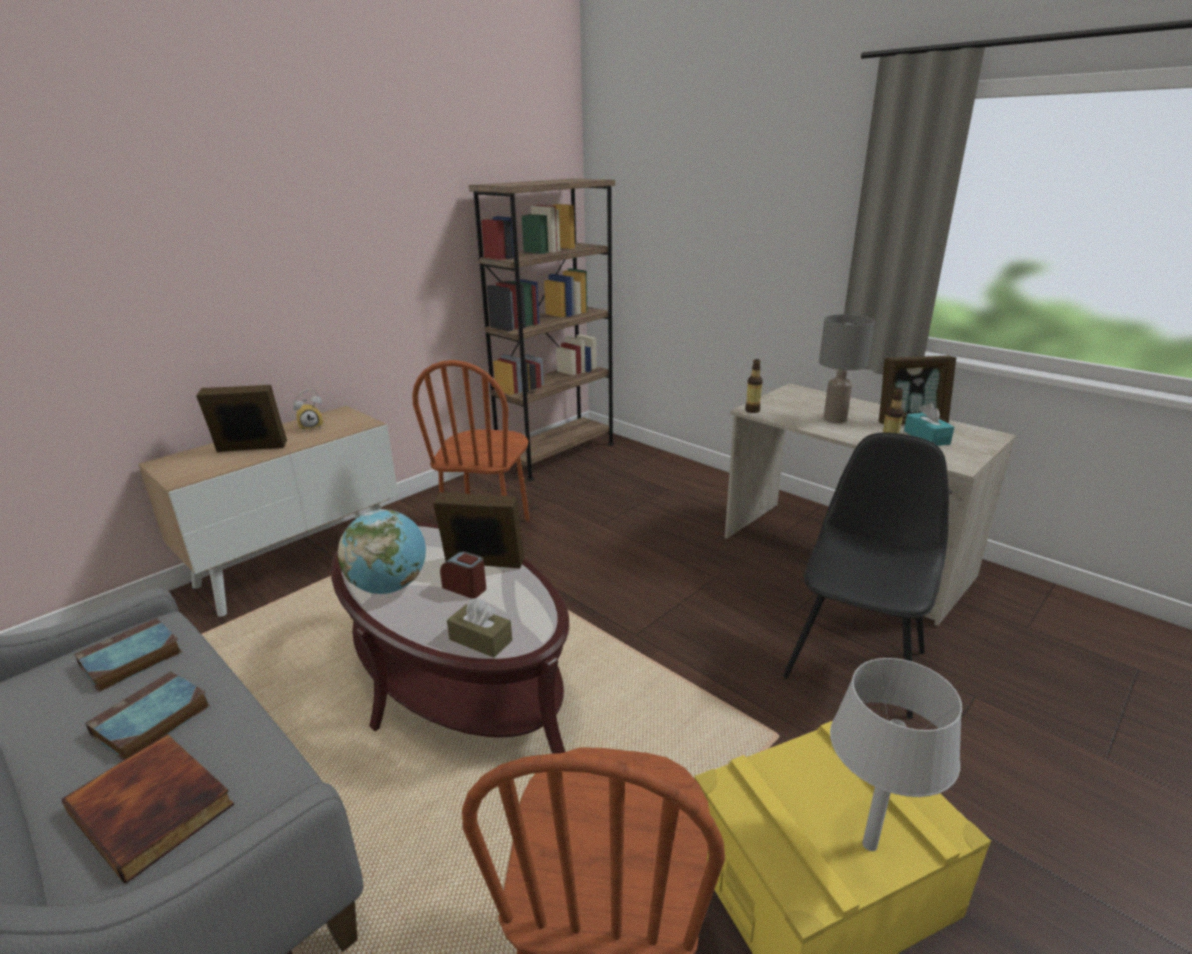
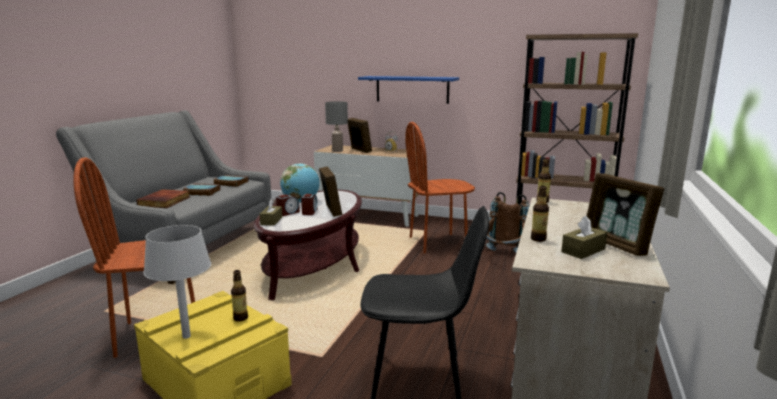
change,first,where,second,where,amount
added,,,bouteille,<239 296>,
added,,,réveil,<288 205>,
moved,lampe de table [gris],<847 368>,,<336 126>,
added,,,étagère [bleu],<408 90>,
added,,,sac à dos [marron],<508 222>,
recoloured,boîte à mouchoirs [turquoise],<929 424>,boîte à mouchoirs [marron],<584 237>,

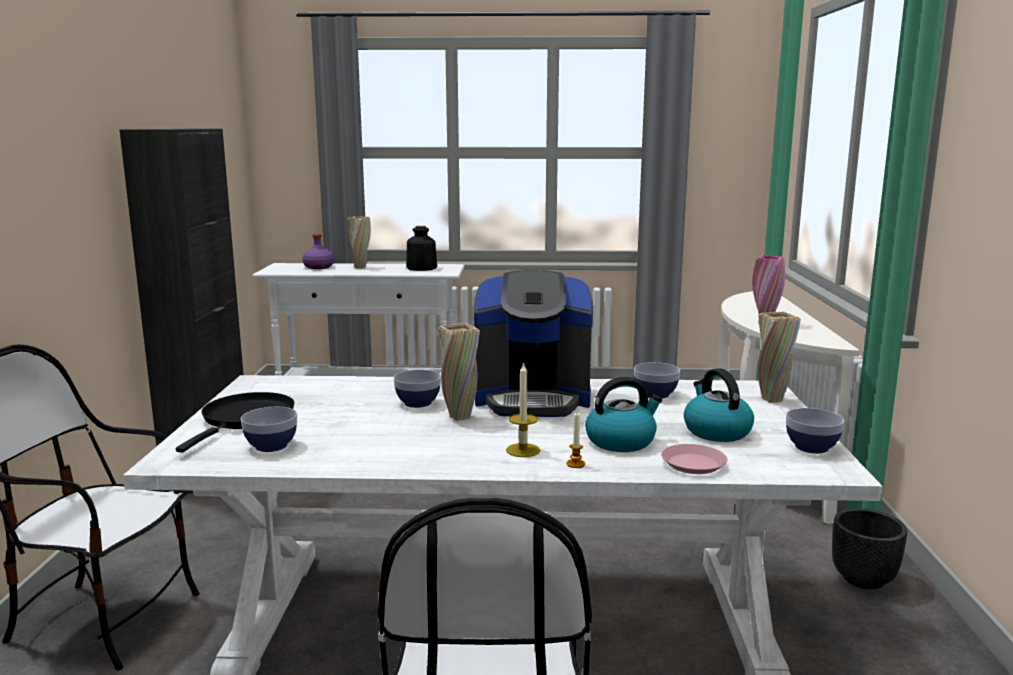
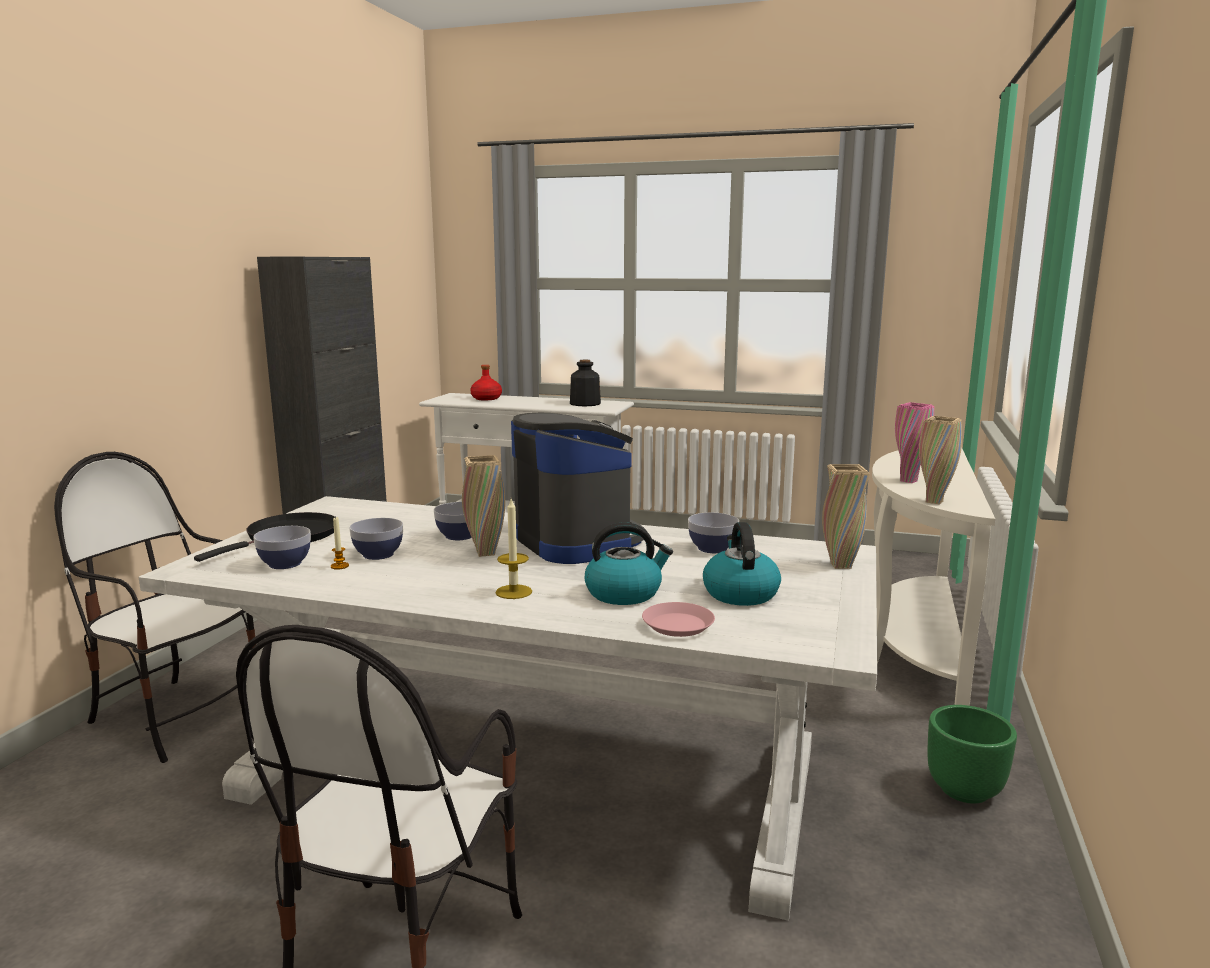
change,first,where,second,where,amount
moved,bougie,<576 440>,,<340 543>,
moved,bol,<815 431>,,<376 539>,
recoloured,bouteille [violet],<318 251>,bouteille [rouge],<486 382>,
turned,machine à café,<533 343>,,<579 488>,135 degrees counterclockwise
moved,vase [beige],<359 242>,,<940 460>,
recoloured,cache-pot [noir],<869 548>,cache-pot [vert],<972 754>,

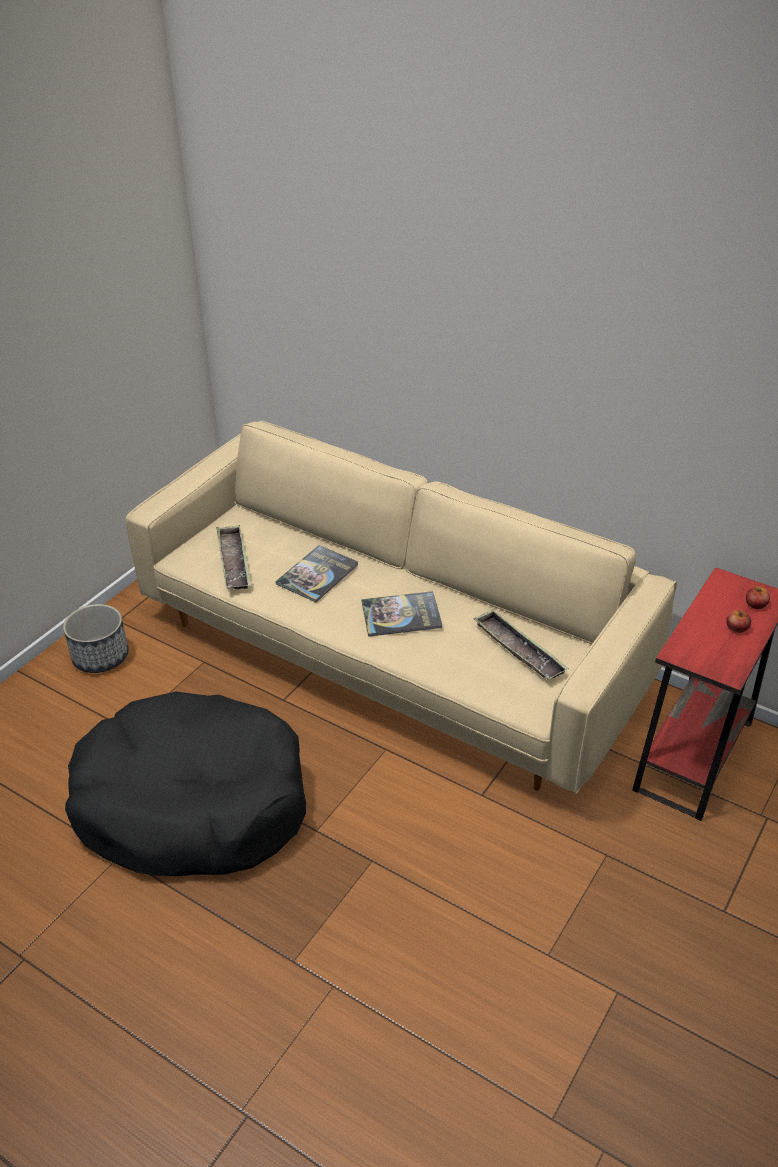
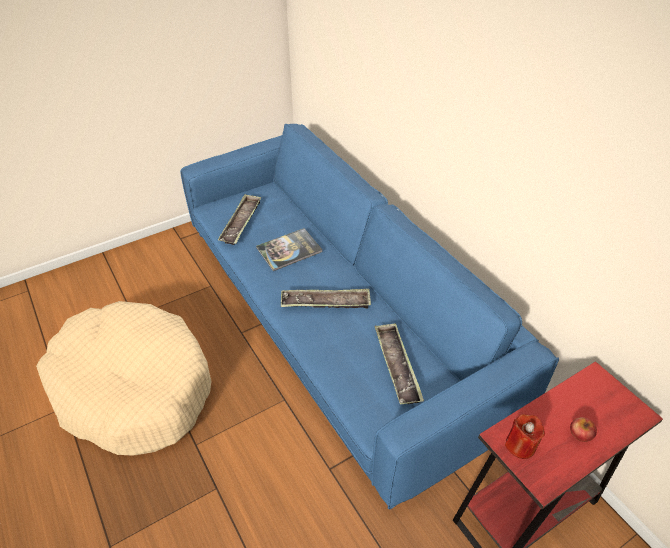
change,first,where,second,where,amount
recoloured,panier pour chien [noir],<185 784>,panier pour chien [beige],<123 378>,
recoloured,canapé [beige],<401 607>,canapé [bleu],<369 317>,
replaced,livre,<402 614>,plateau,<326 298>,
added,,,bougie [rouge],<525 436>,
removed,cache-pot,<96 638>,,,
removed,pomme,<758 597>,,,

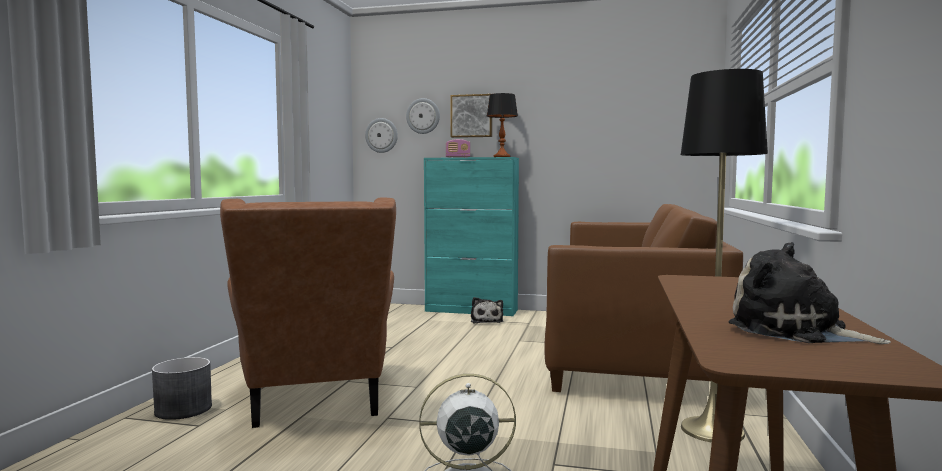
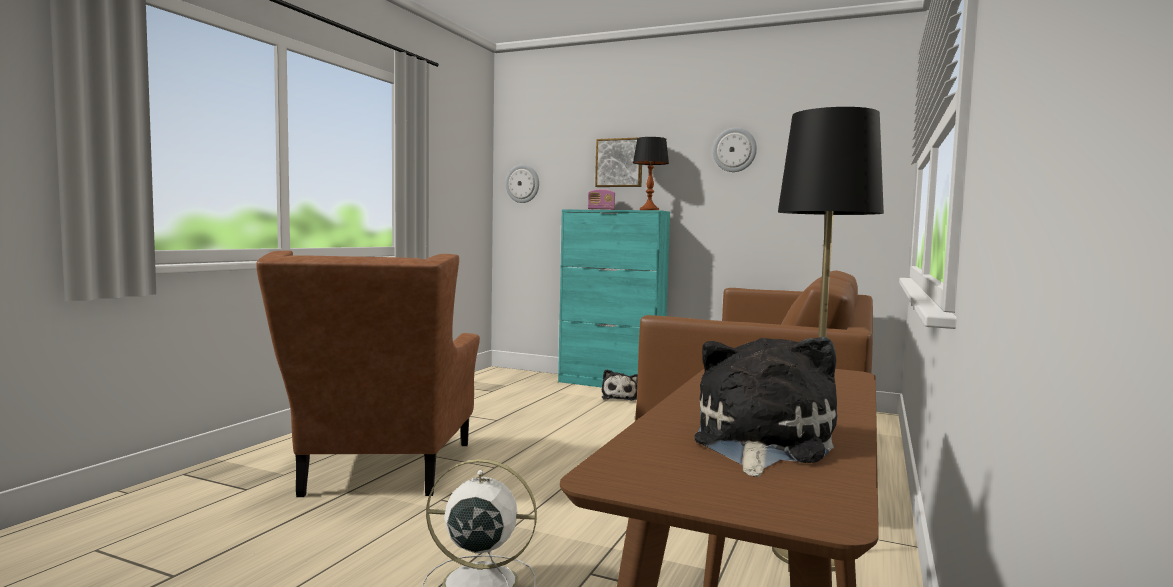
change,first,where,second,where,amount
turned,peluche,<810 293>,,<766 407>,60 degrees clockwise
moved,horloge murale,<423 116>,,<735 150>,
removed,cache-pot [gris],<182 388>,,,

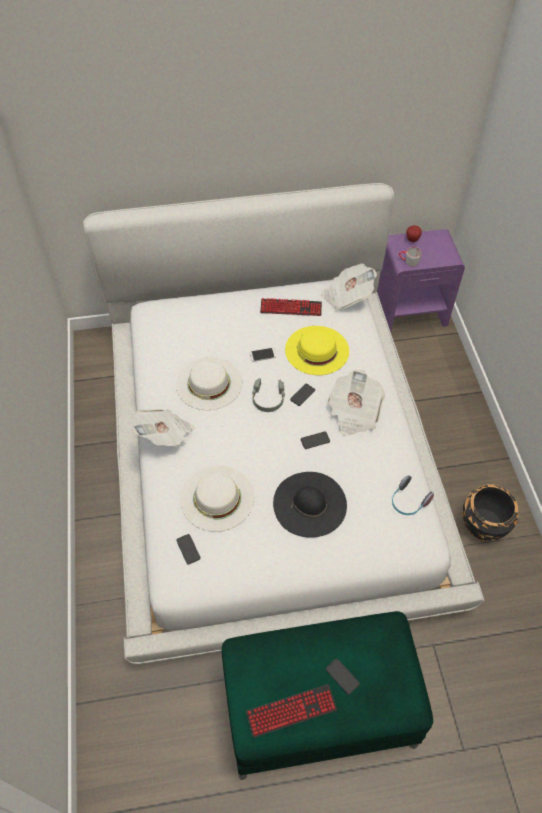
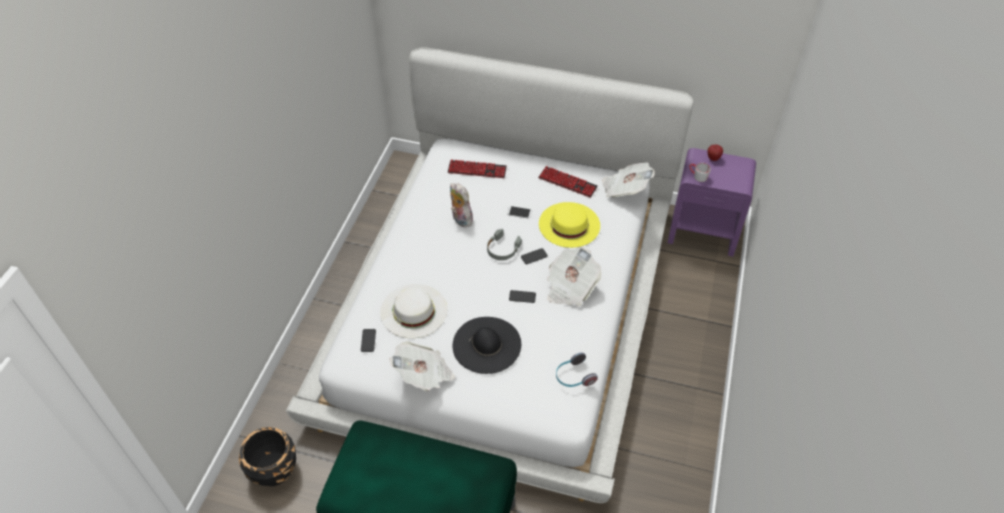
change,first,where,second,where,amount
moved,cache-pot [noir],<490 512>,,<267 456>,
moved,journal,<163 427>,,<422 366>,
moved,clavier,<291 711>,,<477 168>,
replaced,chapeau [blanc],<209 383>,peluche,<461 205>,
removed,téléphone,<342 677>,,,

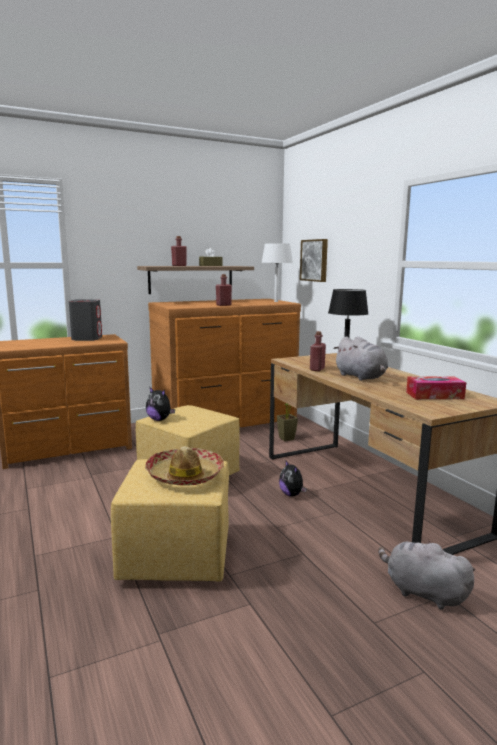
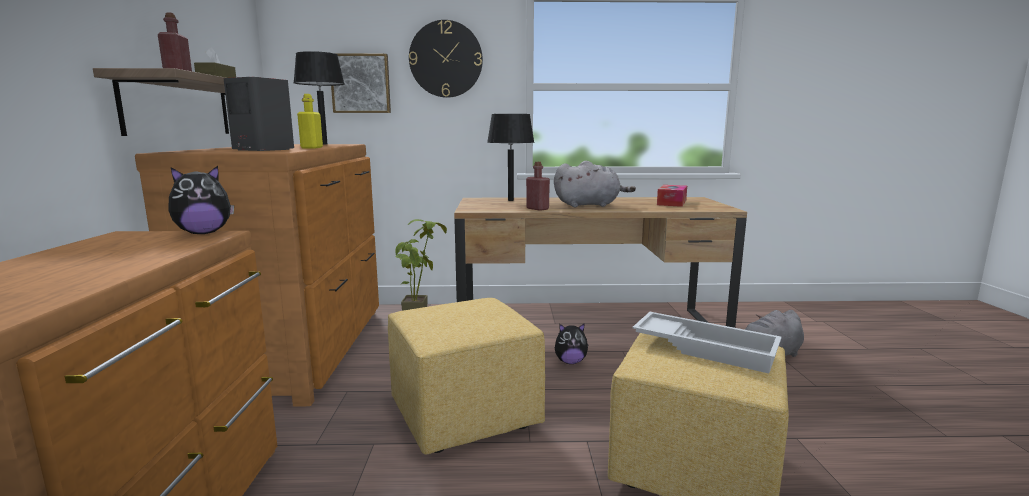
change,first,where,second,where,amount
moved,peluche,<160 404>,,<201 200>,
moved,enceinte [gris],<85 320>,,<259 114>,
recoloured,lampe de table [blanc],<277 272>,lampe de table [noir],<319 98>,
recoloured,bouteille [rouge],<224 290>,bouteille [jaune],<310 121>,
added,,,horloge murale,<446 59>,
replaced,chapeau,<184 466>,plateau [blanc],<707 342>,

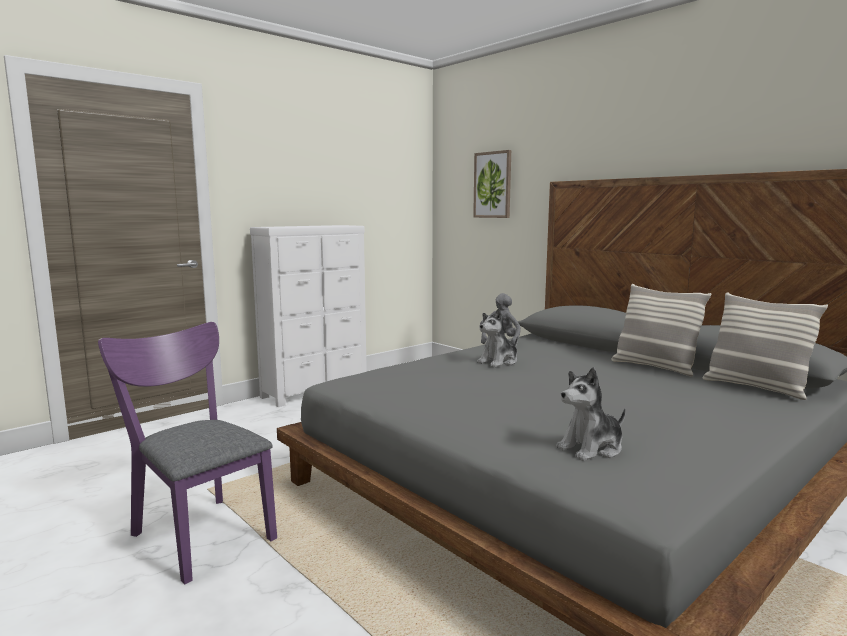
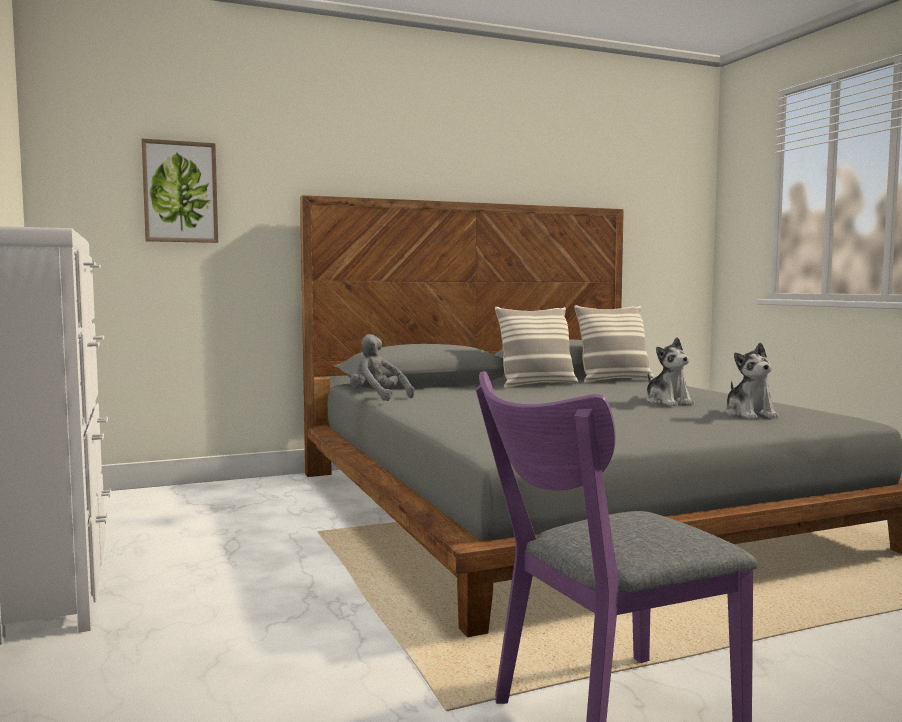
change,first,where,second,where,amount
moved,peluche,<497 337>,,<670 371>,

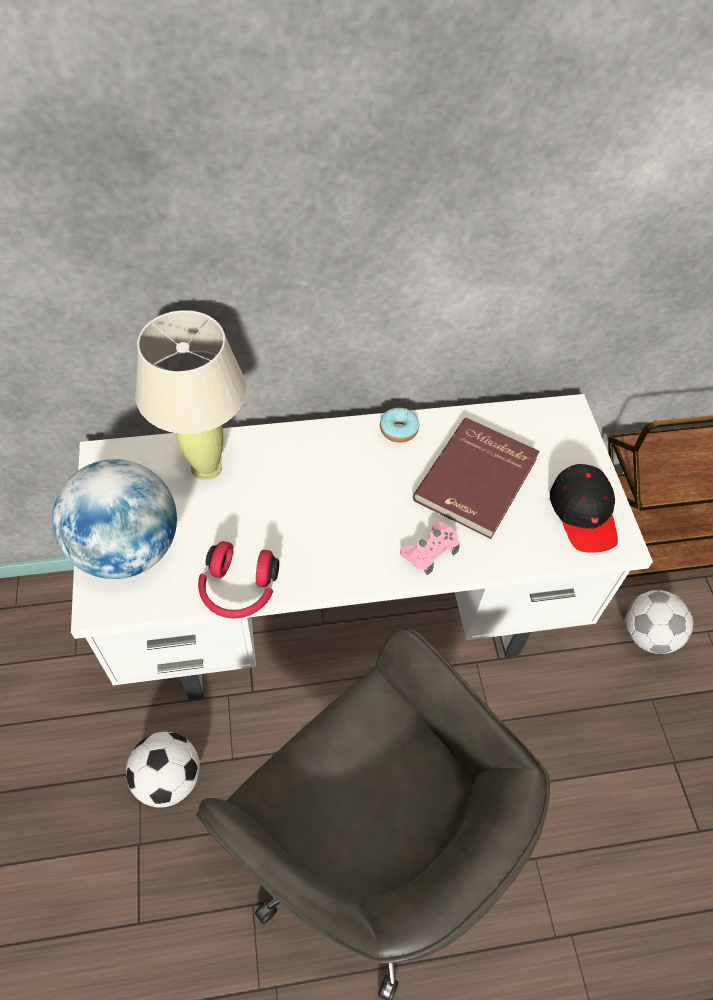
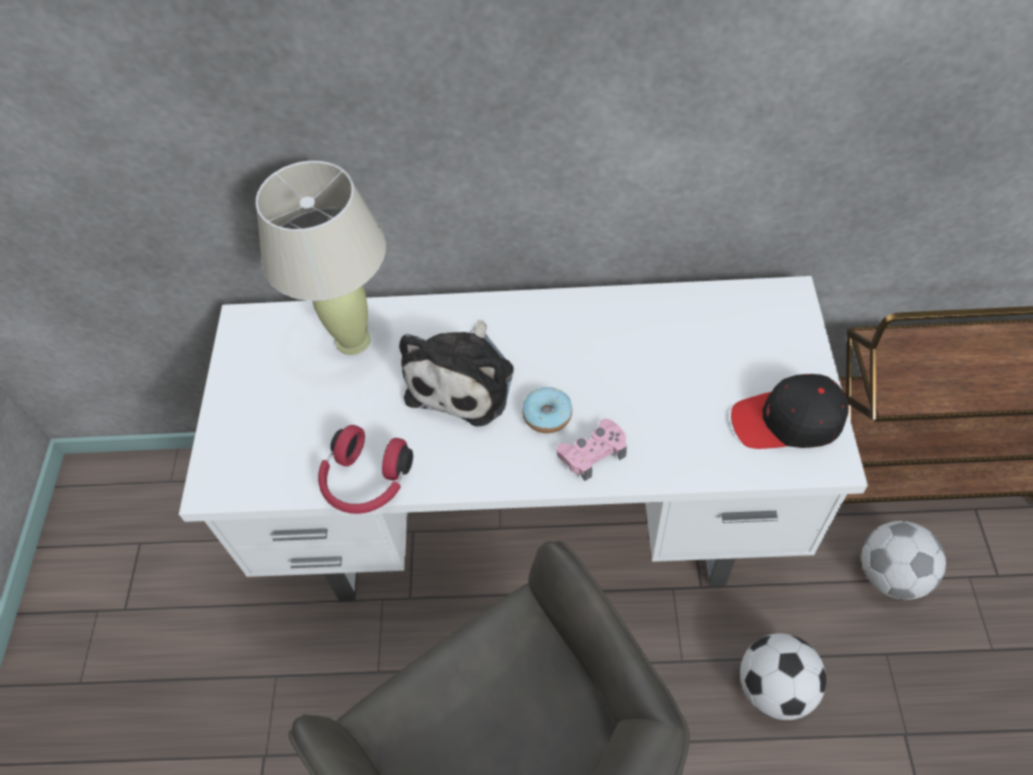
change,first,where,second,where,amount
added,,,peluche,<456 373>,
moved,beignet,<399 425>,,<547 410>,
turned,casquette [noir],<584 508>,,<790 411>,90 degrees clockwise
moved,ballon de foot,<163 770>,,<783 676>,
removed,globe,<114 519>,,,
removed,livre [rouge],<476 478>,,,

